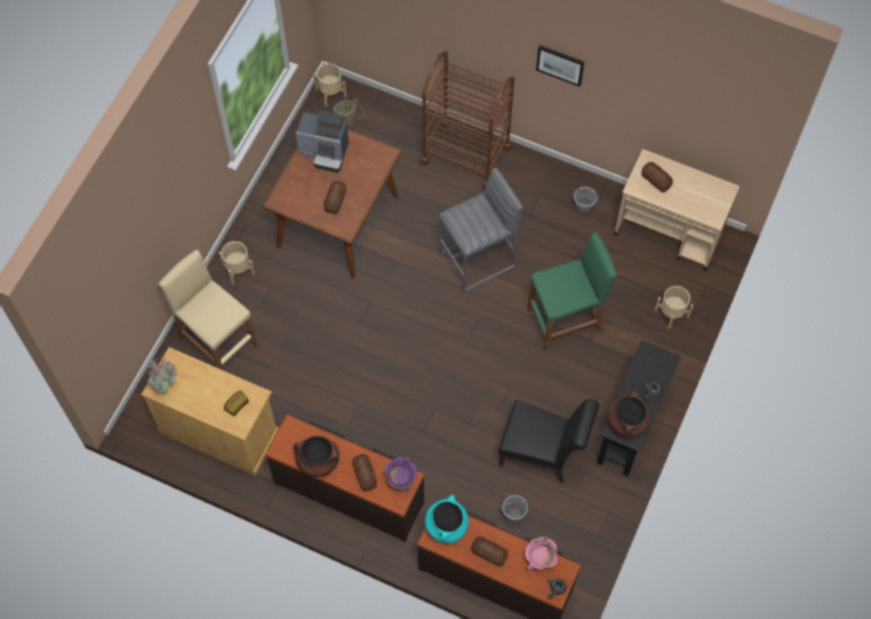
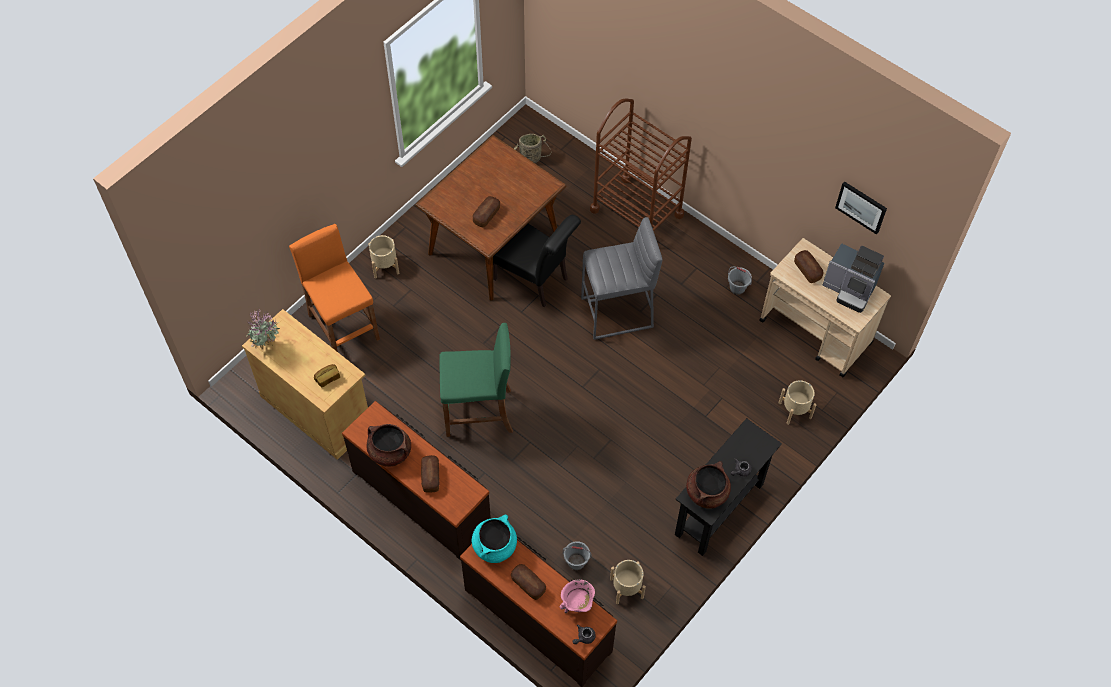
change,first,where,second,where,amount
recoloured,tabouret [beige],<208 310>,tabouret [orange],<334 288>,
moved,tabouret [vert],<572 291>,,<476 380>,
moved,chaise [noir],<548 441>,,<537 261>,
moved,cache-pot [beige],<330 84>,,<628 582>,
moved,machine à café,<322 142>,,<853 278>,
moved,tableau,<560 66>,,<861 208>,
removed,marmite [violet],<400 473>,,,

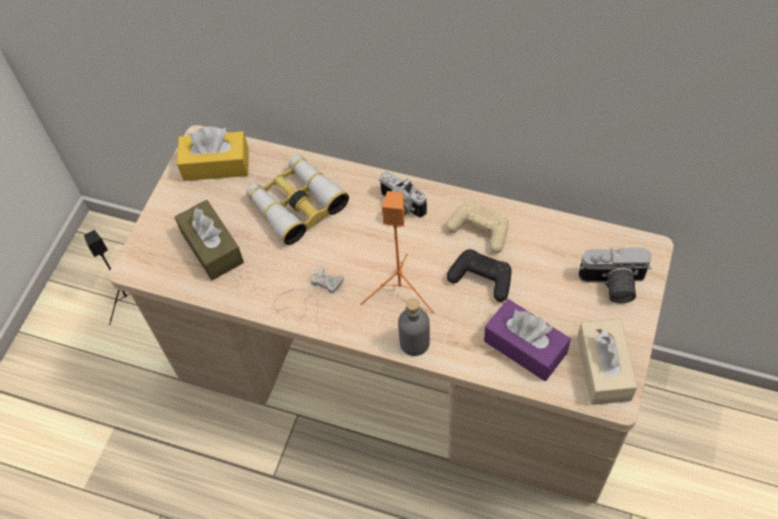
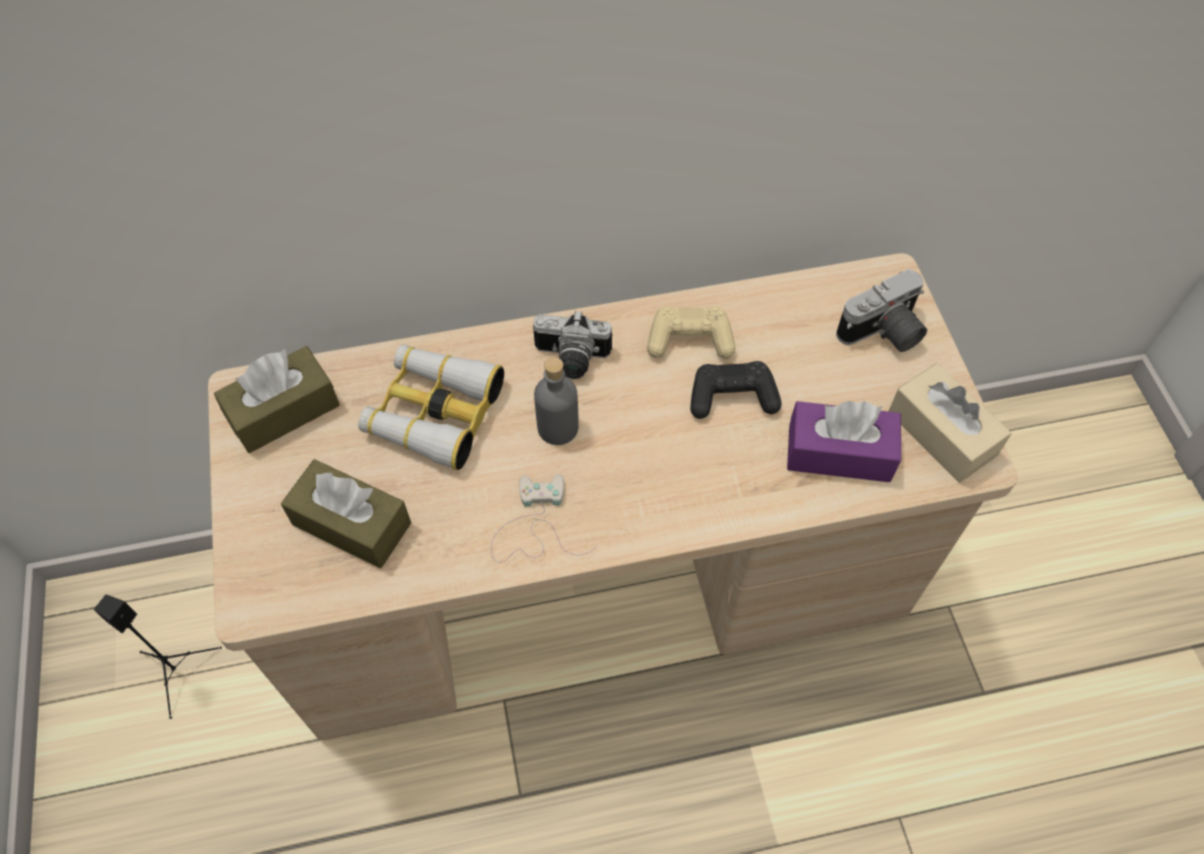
change,first,where,second,where,amount
recoloured,boîte à mouchoirs [jaune],<213 153>,boîte à mouchoirs [marron],<277 399>,
moved,bouteille [gris],<414 327>,,<556 401>,
removed,enceinte [orange],<397 252>,,,

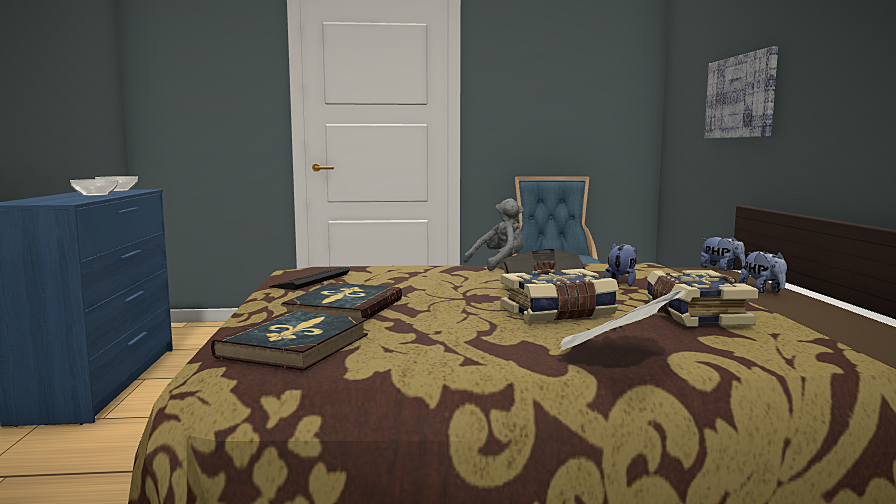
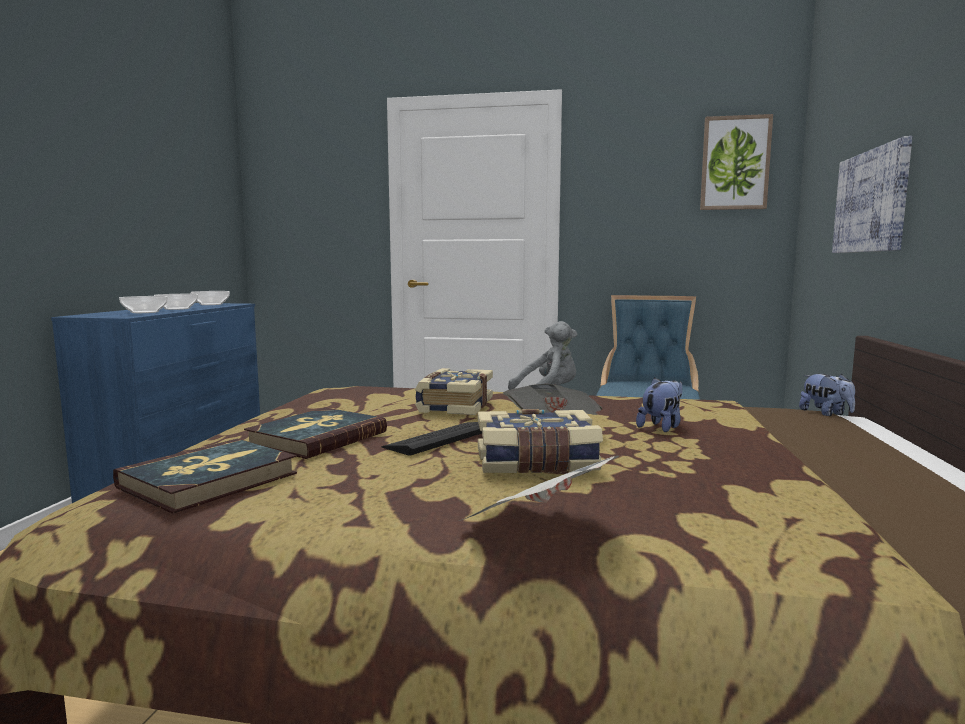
change,first,where,second,where,amount
added,,,bol,<143 304>,
moved,clavier,<309 278>,,<431 439>,
moved,livre,<702 298>,,<454 391>,
added,,,tableau,<736 162>,
removed,peluche,<763 272>,,,

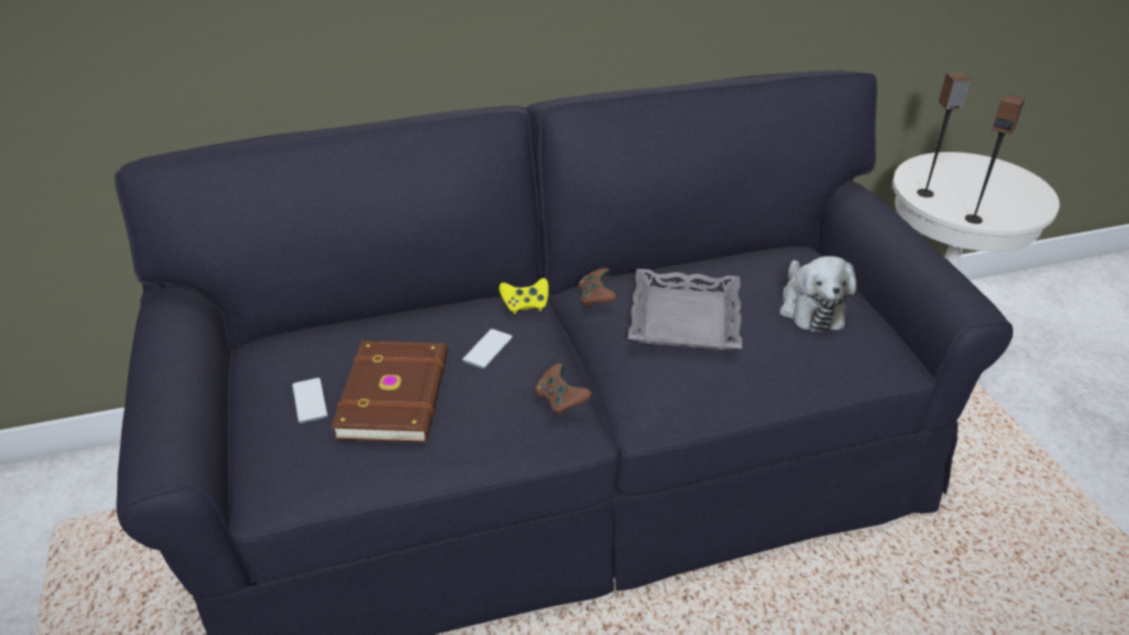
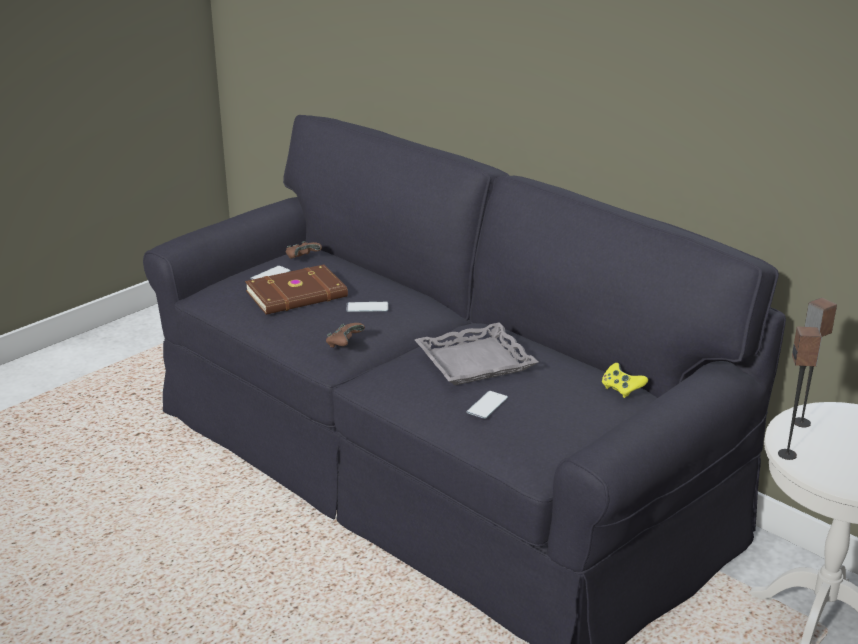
change,first,where,second,where,amount
moved,manette [marron],<597 287>,,<304 250>,
added,,,téléphone,<487 405>,
moved,manette [jaune],<524 296>,,<625 380>,
removed,peluche,<818 294>,,,

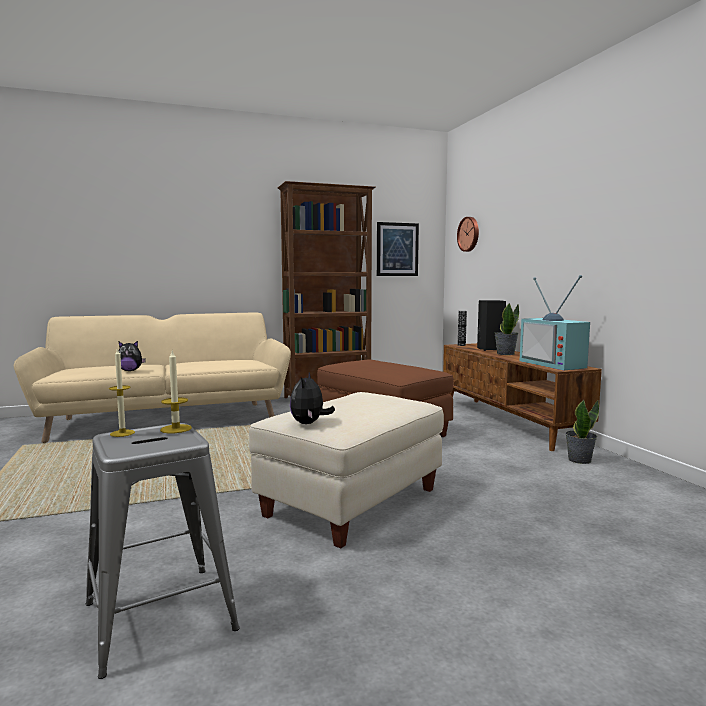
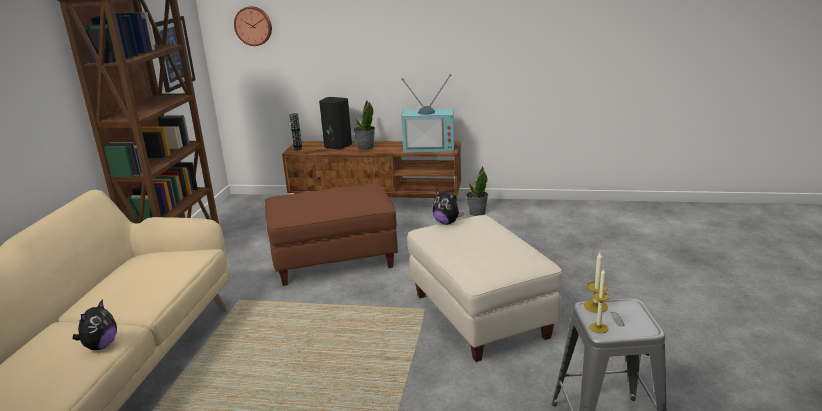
change,first,where,second,where,amount
moved,peluche,<312 398>,,<448 207>,

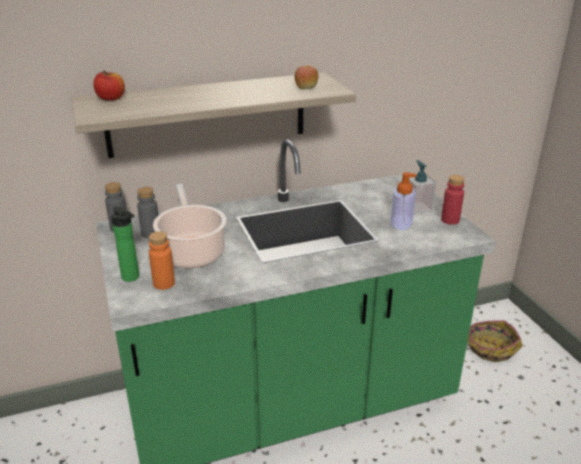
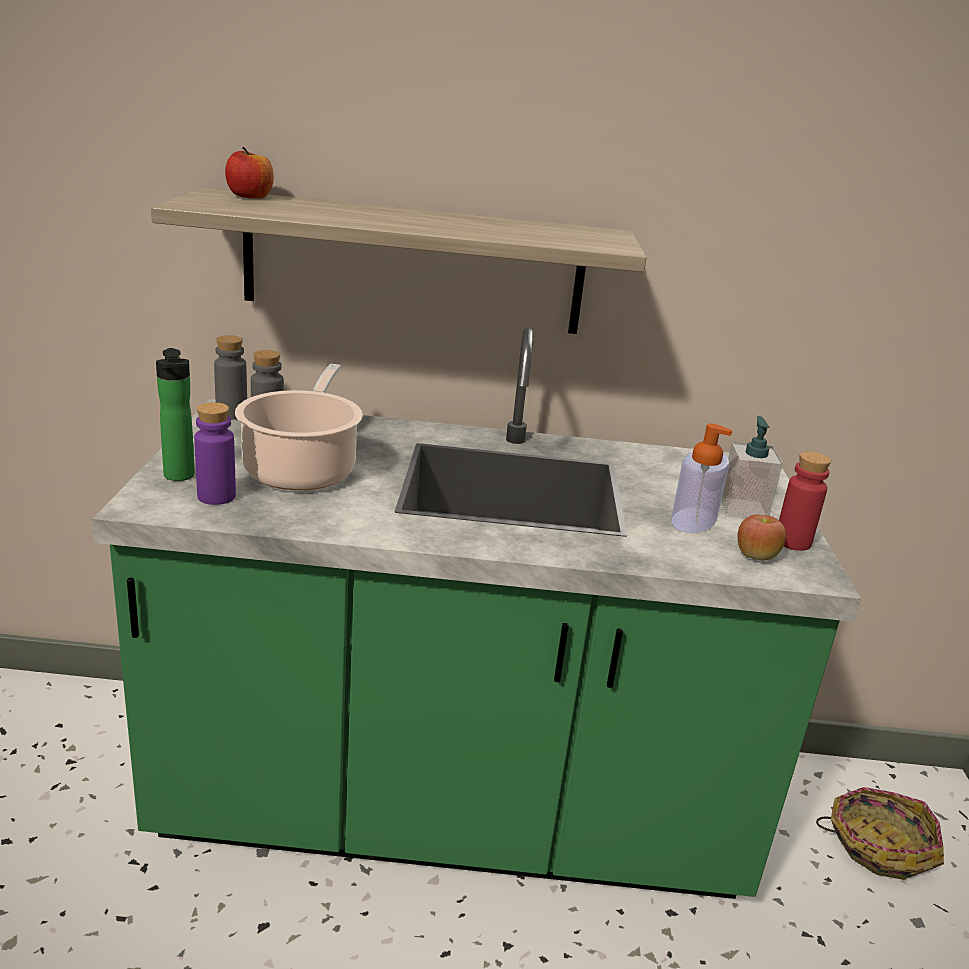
change,first,where,second,where,amount
recoloured,bouteille [orange],<162 260>,bouteille [violet],<215 453>,
moved,pomme,<306 77>,,<761 537>,

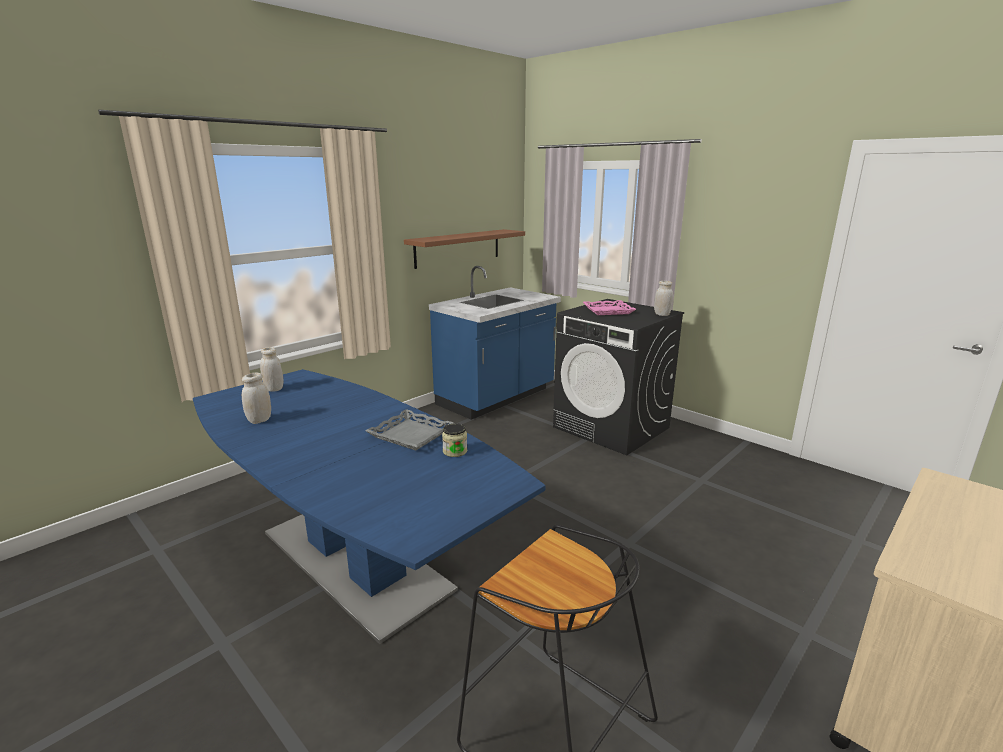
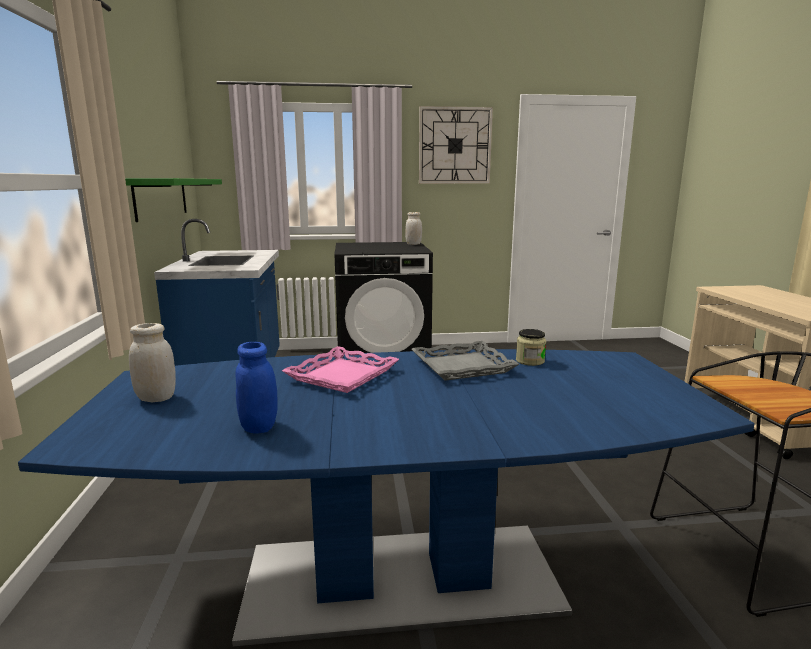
change,first,where,second,where,amount
recoloured,étagère [marron],<464 249>,étagère [vert],<173 200>,
recoloured,bocal [blanc],<256 398>,bocal [bleu],<256 388>,
moved,plateau [rose],<609 307>,,<340 369>,
added,,,horloge murale,<456 145>,

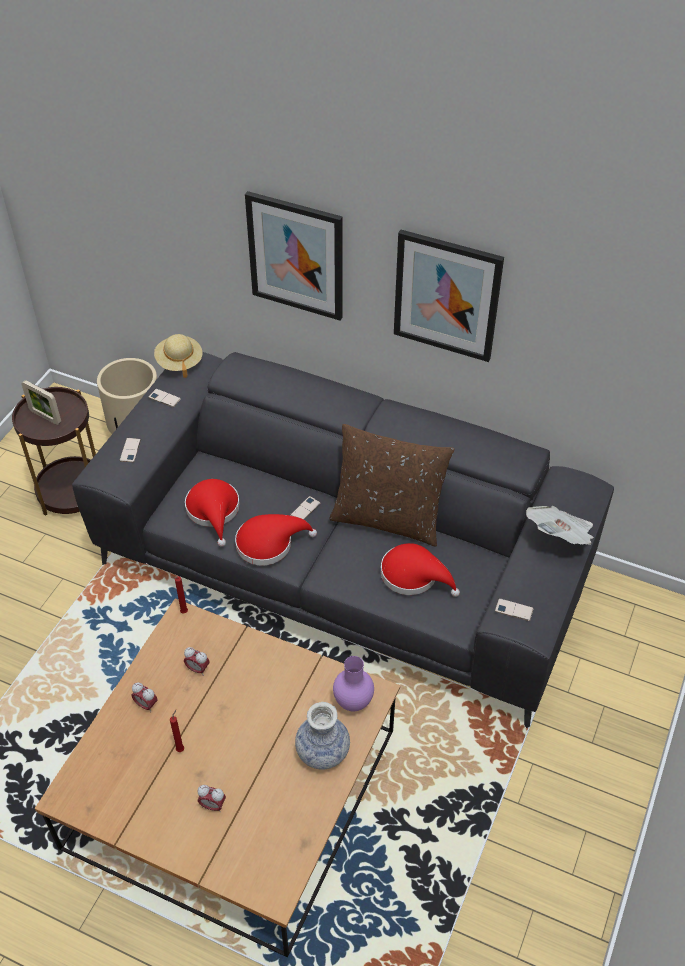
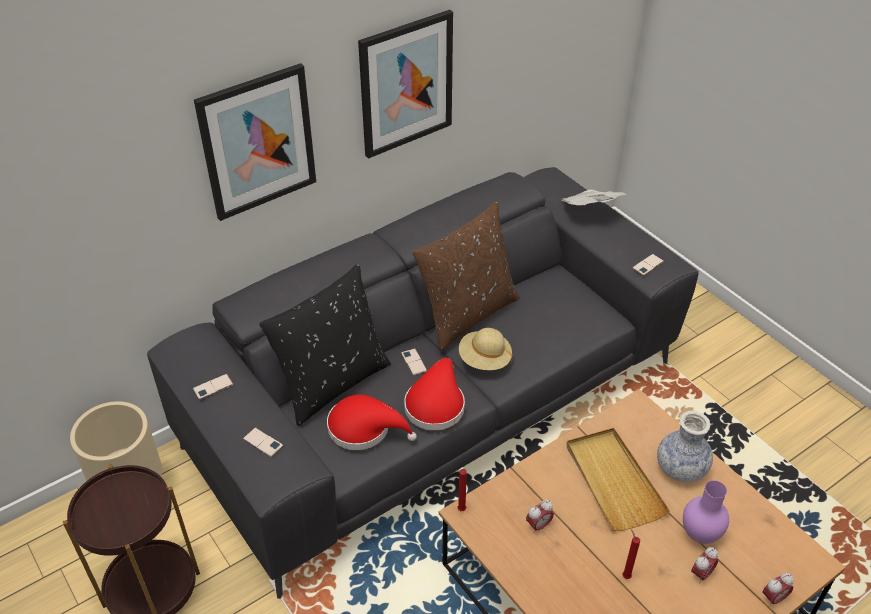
change,first,where,second,where,amount
added,,,coussin [noir],<325 345>,
moved,chapeau [beige],<178 356>,,<485 349>,
added,,,plateau [beige],<618 479>,
moved,vase [violet],<353 683>,,<706 512>,
moved,réveil,<145 697>,,<778 590>,
removed,cadre photo,<41 402>,,,
removed,chapeau [rouge],<420 570>,,,

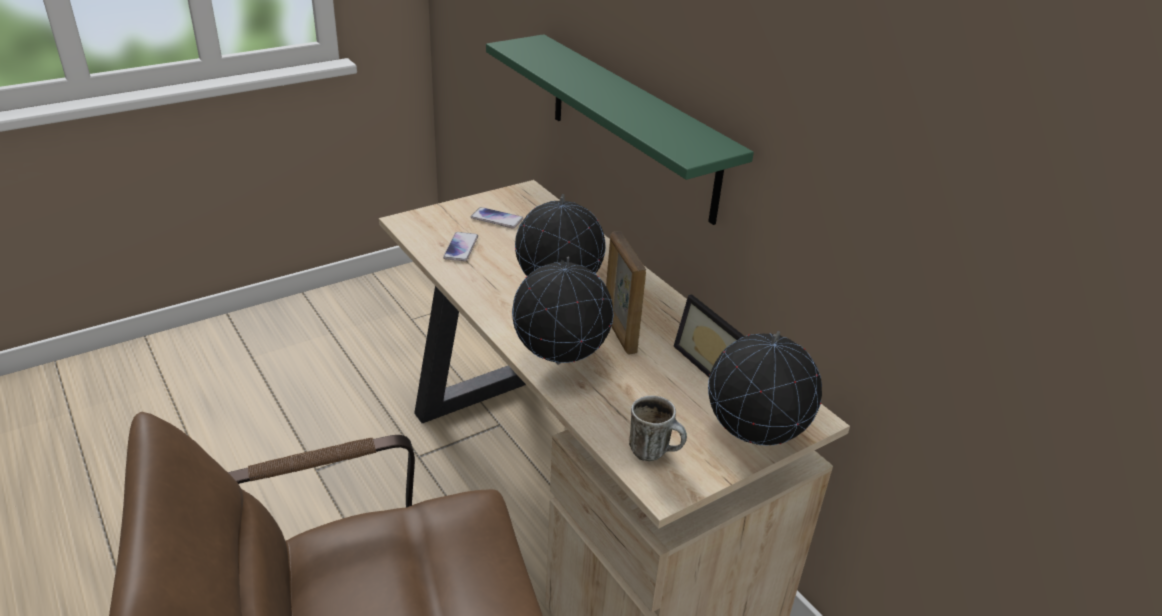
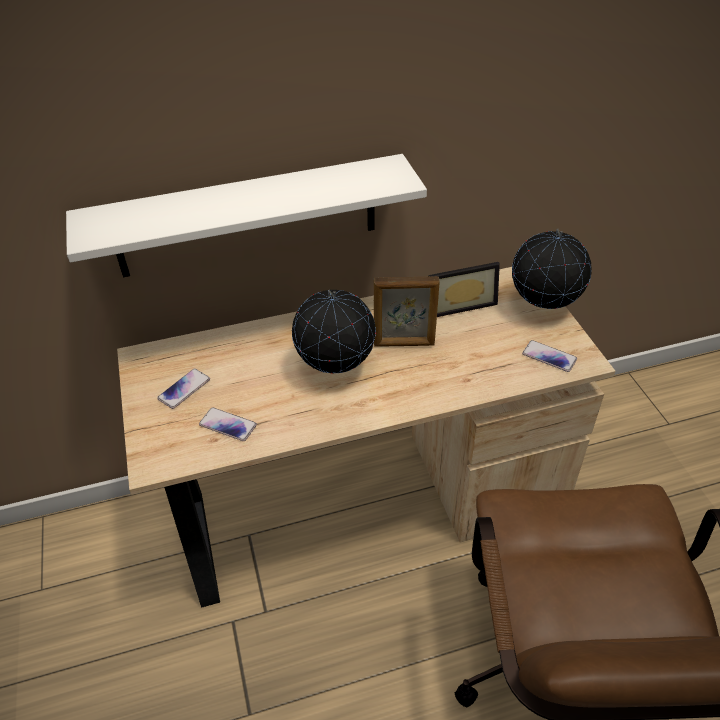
change,first,where,second,where,amount
recoloured,étagère [vert],<620 129>,étagère [blanc],<246 215>,
replaced,mug,<658 428>,téléphone,<549 356>,
removed,globe,<562 311>,,,

